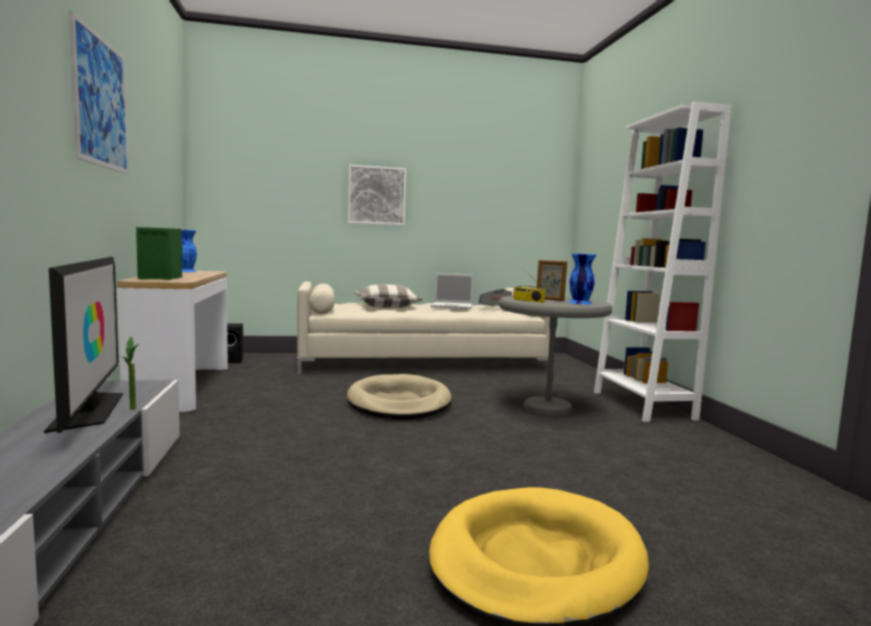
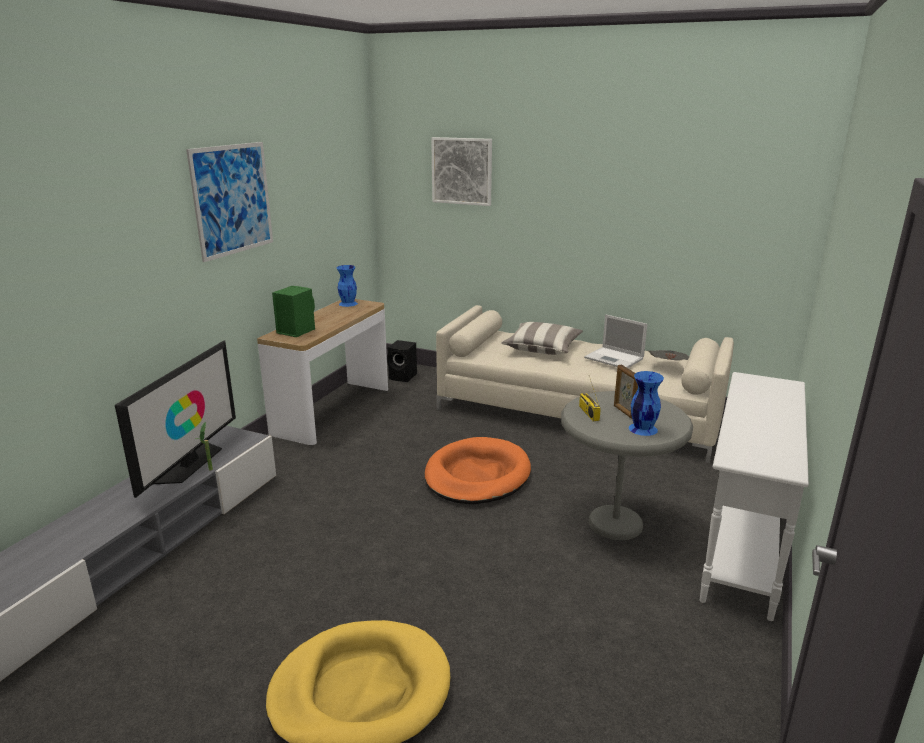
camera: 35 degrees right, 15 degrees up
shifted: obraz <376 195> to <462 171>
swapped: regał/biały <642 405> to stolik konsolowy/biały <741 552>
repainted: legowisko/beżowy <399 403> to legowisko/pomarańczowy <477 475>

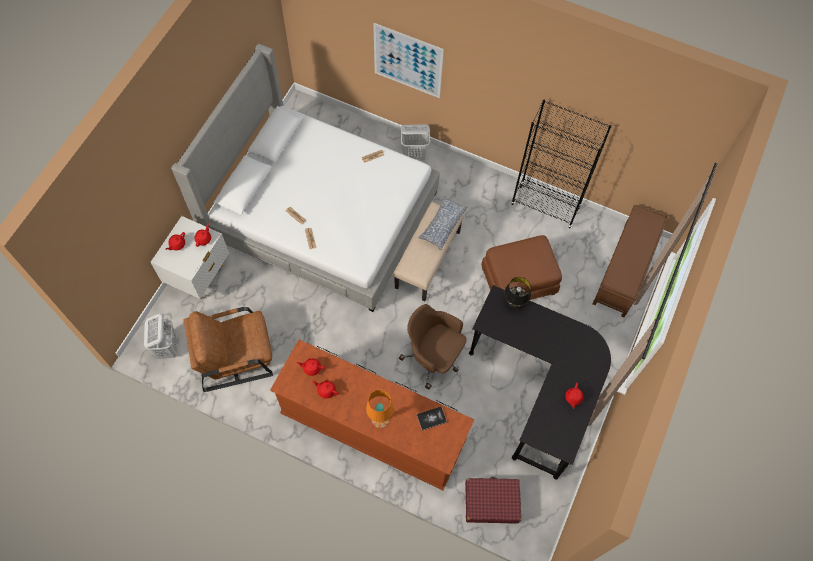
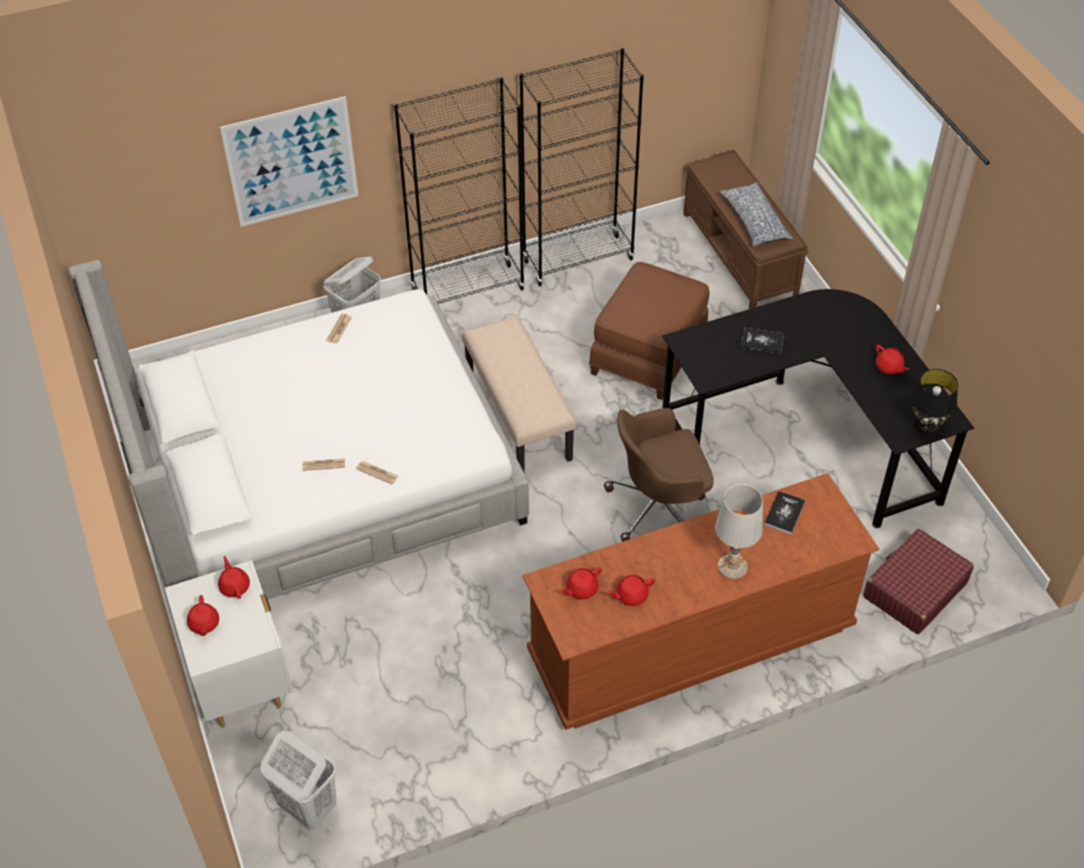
camera: 45 degrees left, 15 degrees down
gone: fotel/brązowy <235 355>
new: regał/czarny <468 290>; książka <762 341>
shifted: poduszka <442 225> to <754 222>; lampa stołowa/czarny <514 303> to <925 427>
repainted: lampa stołowa/pomarańczowy <380 419> to lampa stołowa/biały <732 567>

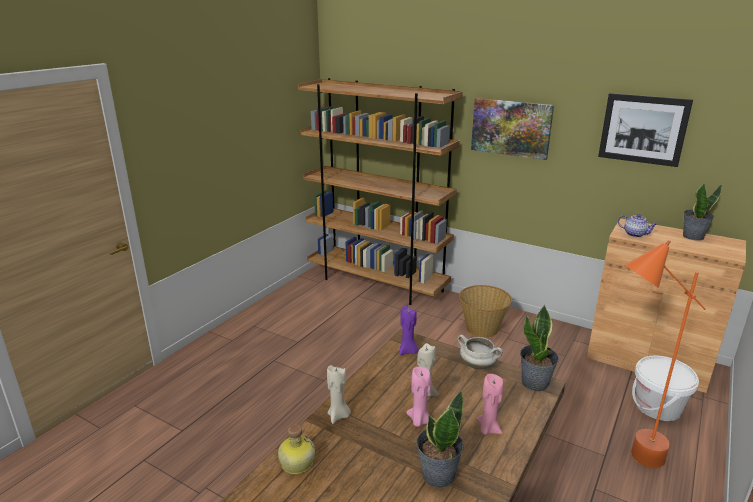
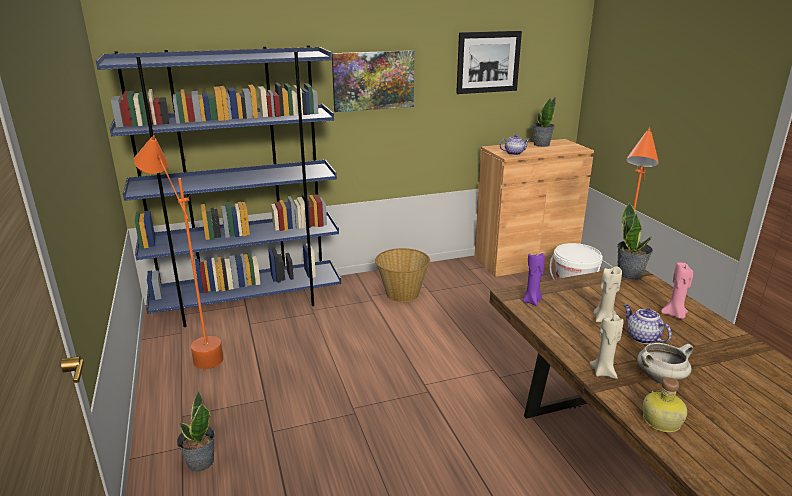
camera: 50 degrees left, 0 degrees up
new: lampa stojąca/pomarańczowy <196 350>
shifted: garnek/biały <478 365> to <660 378>; roślina doniczkowa <437 475> to <200 462>
swapped: świeca/różowy <419 420> to imbryk <642 337>
repainted: regał/brązowy <377 283> to regał/niebieski <249 303>

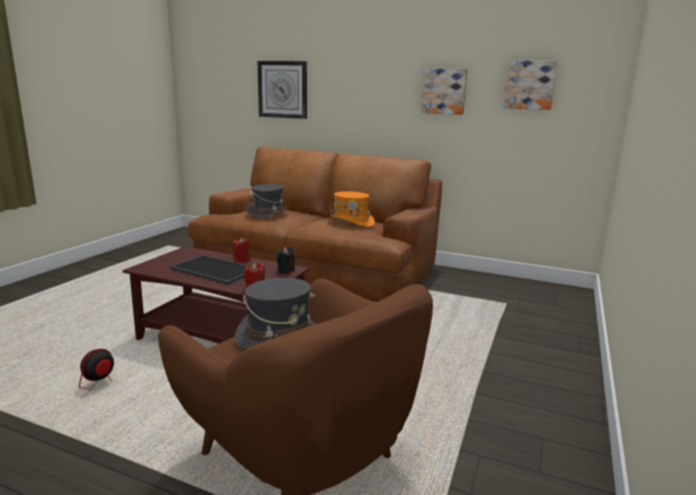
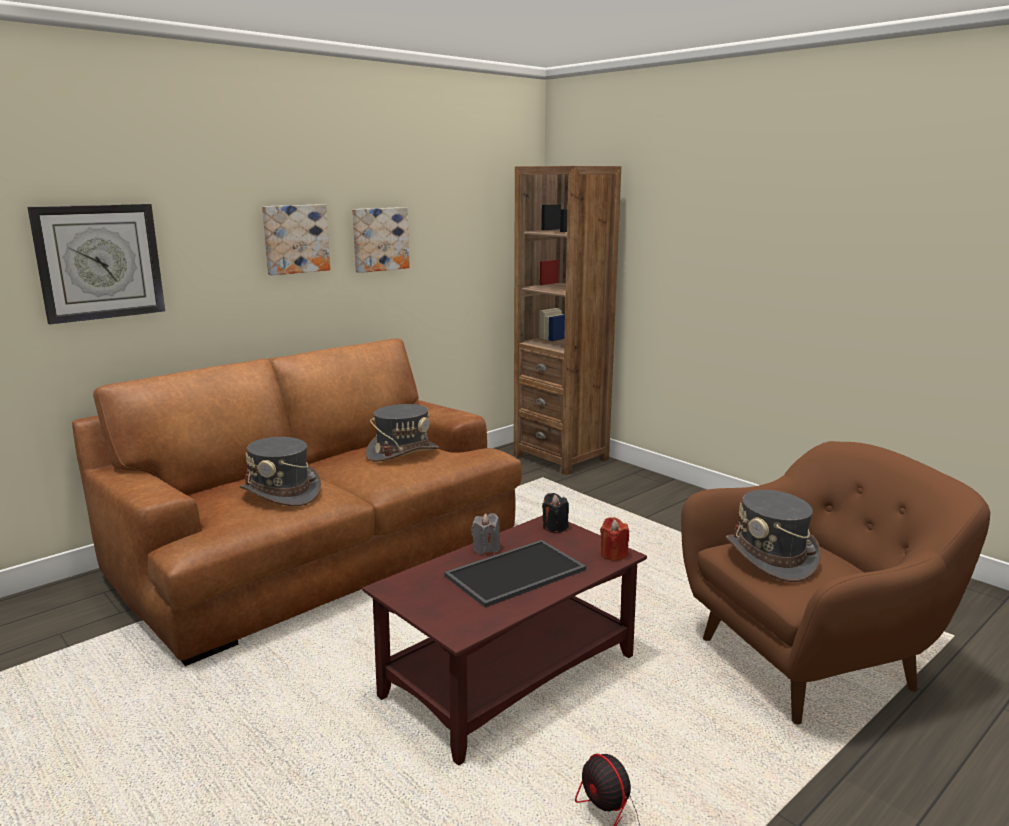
camera: 65 degrees left, 0 degrees up
new: regał/brązowy <561 457>
shifted: obraz <530 85> to <295 239>
repainted: kapelusz/pomarańczowy <351 223> to kapelusz/szary <402 452>; świeca/czerwony <242 260> to świeca/szary <486 549>

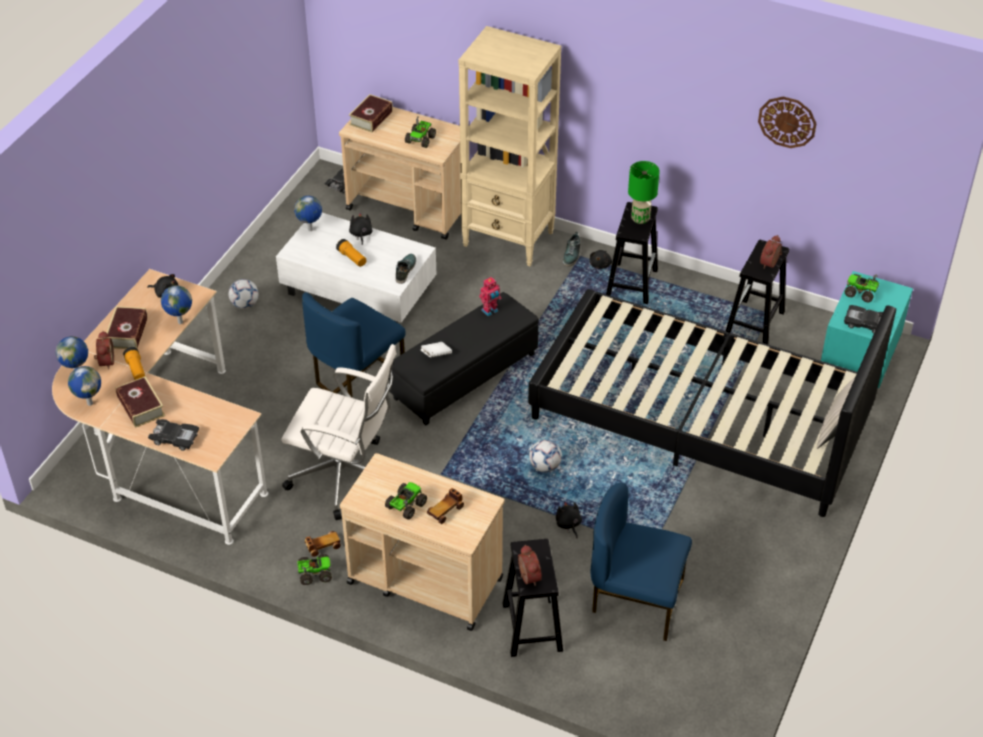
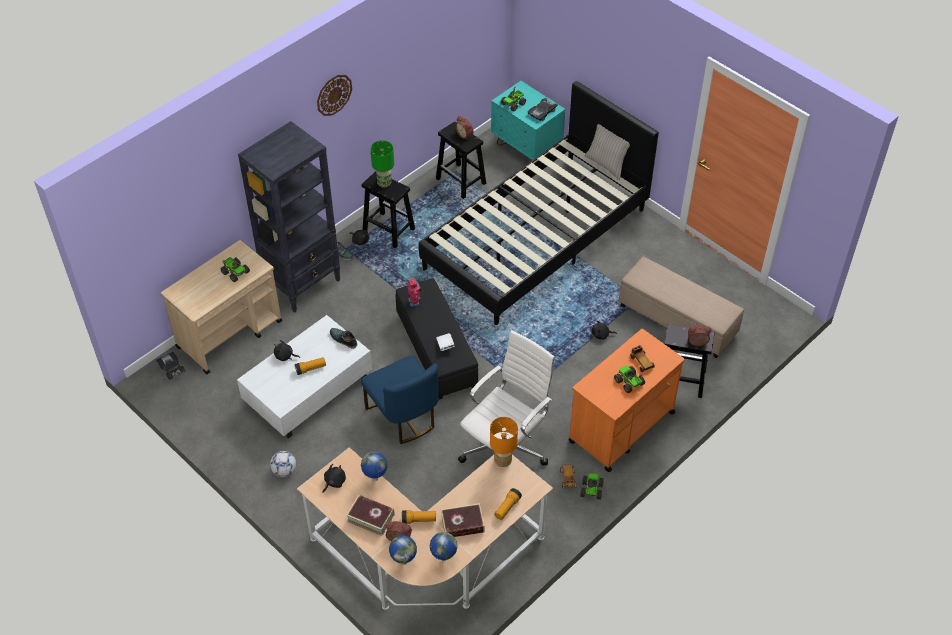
camera: 70 degrees left, 5 degrees up
gone: książka <371 118>; globus <310 230>; piłka futbolowa <545 466>
new: lampa stołowa/pomarańczowy <502 461>
shifted: zegar ścienny <787 121> to <334 94>
swapped: samochodzik/czarny <175 438> to latarka <507 507>; krzesło/niebieski <636 600> to pufa/beżowy <677 320>
repainted: regał/beżowy <509 239> to regał/czarny <303 283>; wózek/beżowy <424 580> to wózek/pomarańczowy <621 427>

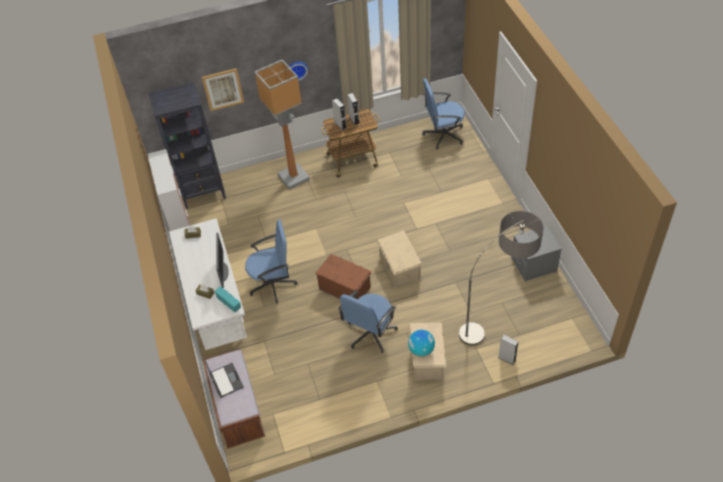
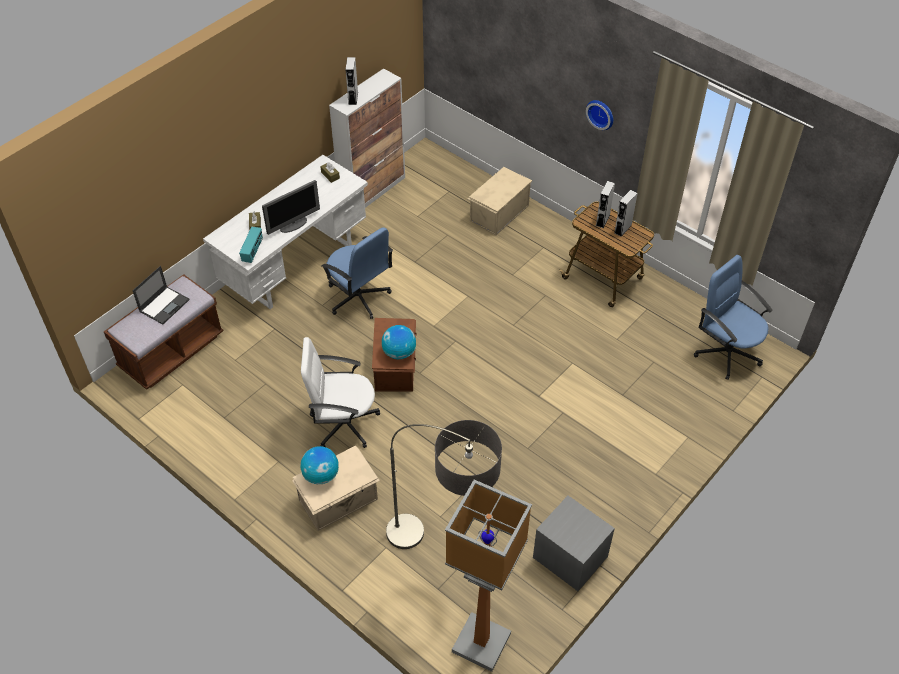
camera: 55 degrees right, 0 degrees up
gone: obraz <223 89>; regał/czarny <203 193>
new: globus <399 353>
shifted: lampa stojąca <293 178> to <480 643>; pojemnik do przechowywania/beżowy <399 268> to <498 213>; głośnik/szary <506 358> to <353 98>
repainted: krzesło biurowe/niebieski <370 333> to krzesło biurowe/biały <343 423>

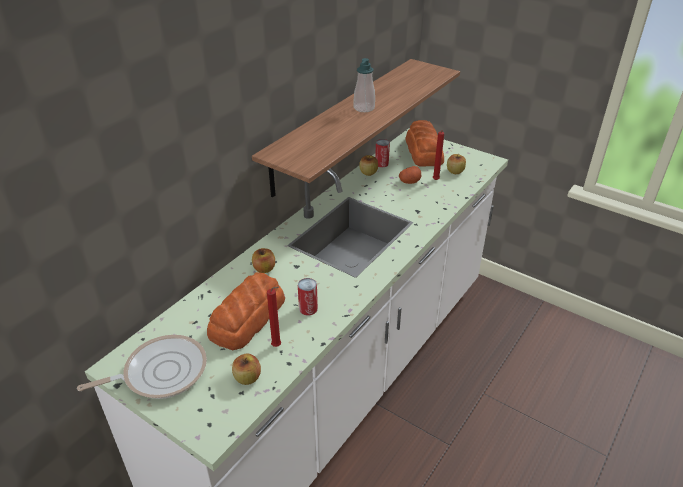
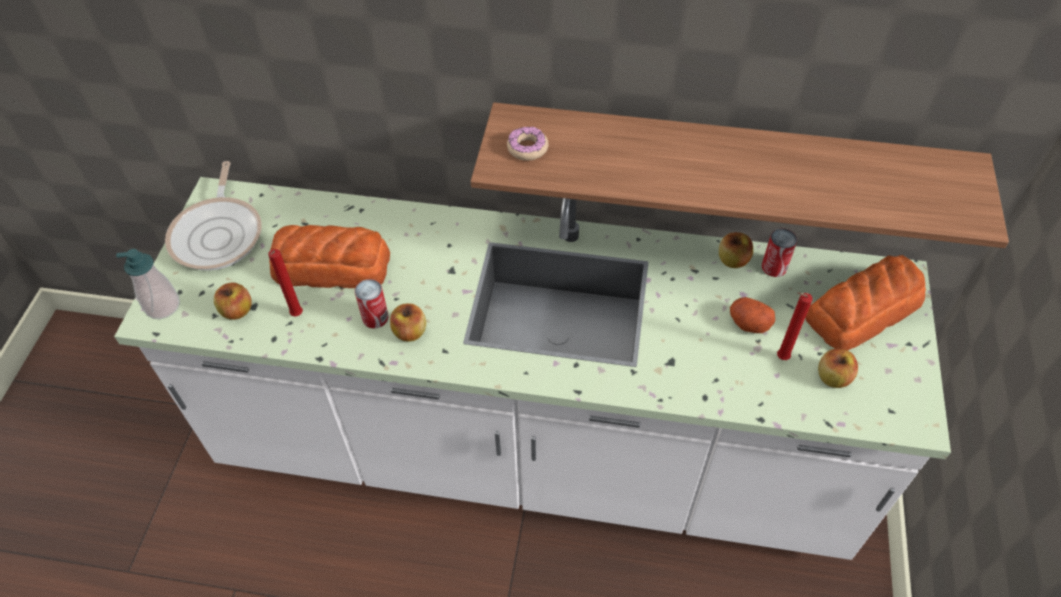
camera: 65 degrees right, 15 degrees up
new: donut <527 148>
shifted: dozownik mydła <364 108> to <162 306>; jabłko <264 269> to <410 332>
rotated: patelnia <160 372> = <219 234> 45 degrees clockwise

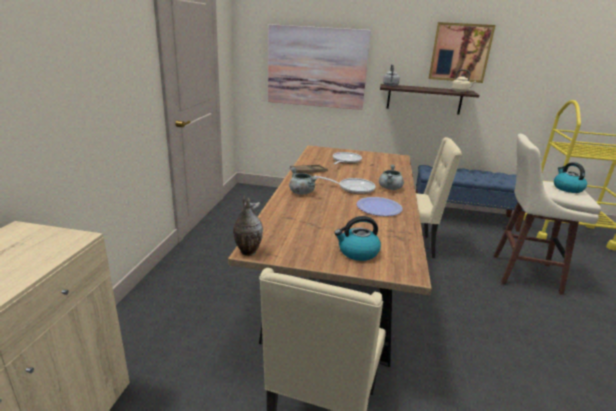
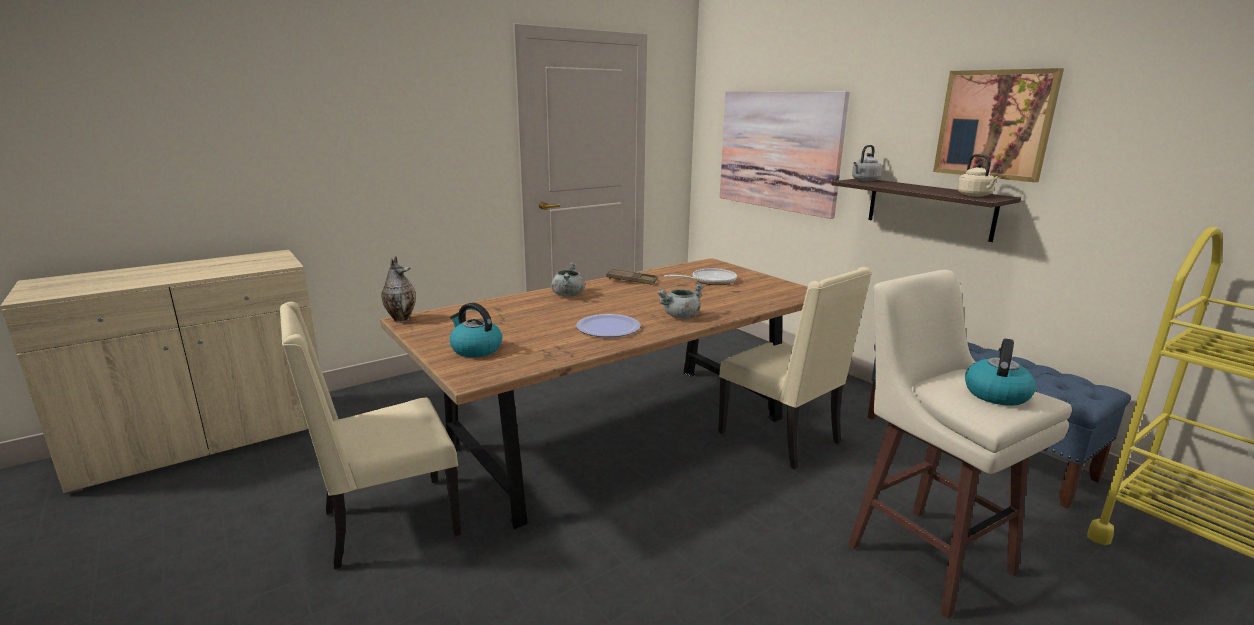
camera: 45 degrees right, 5 degrees down
gone: patelnia <353 188>

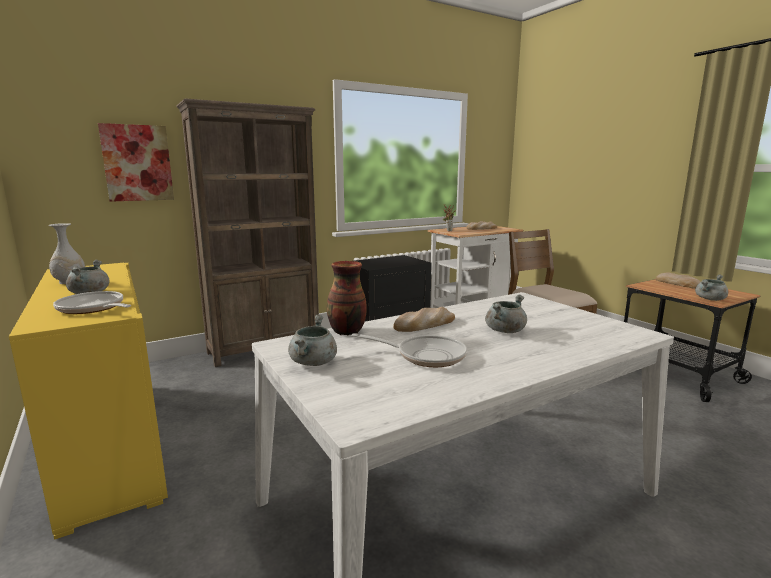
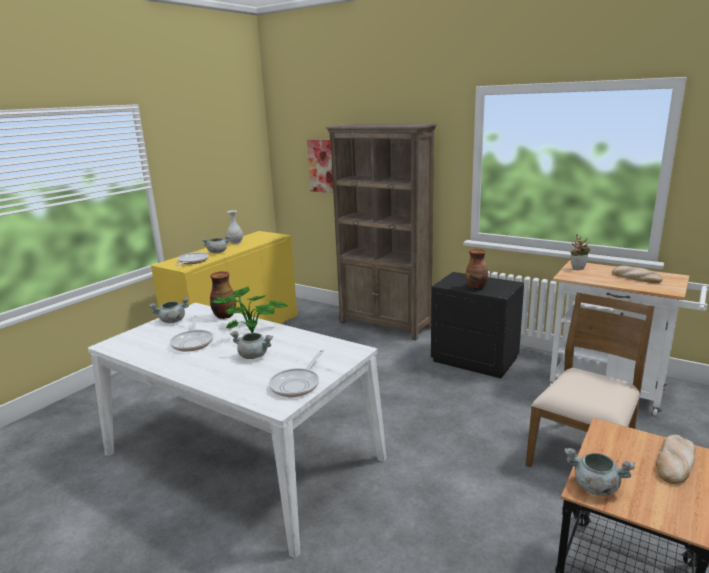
camera: 65 degrees right, 5 degrees up
new: wazon <476 287>; patelnia <297 384>
swapped: chleb <424 324> to roślina doniczkowa <252 331>

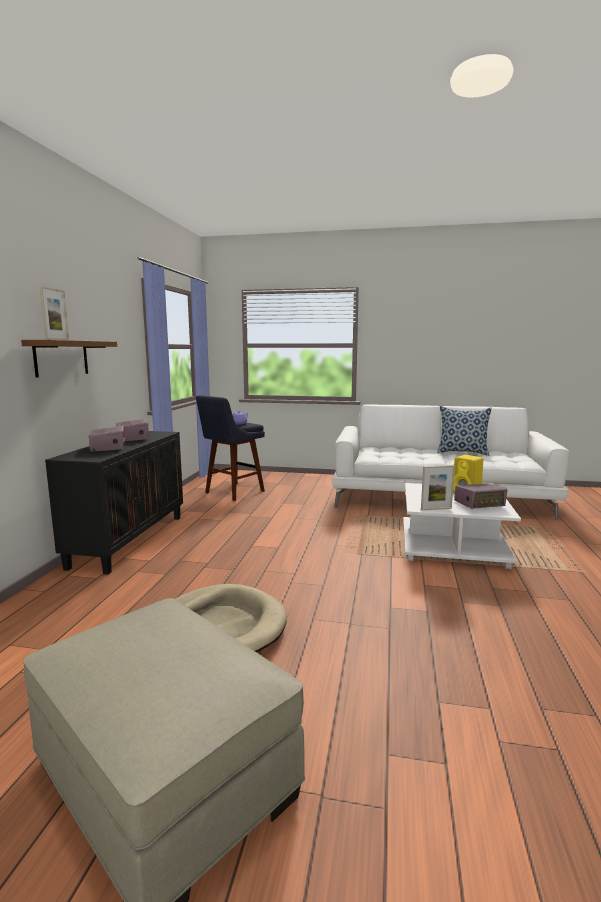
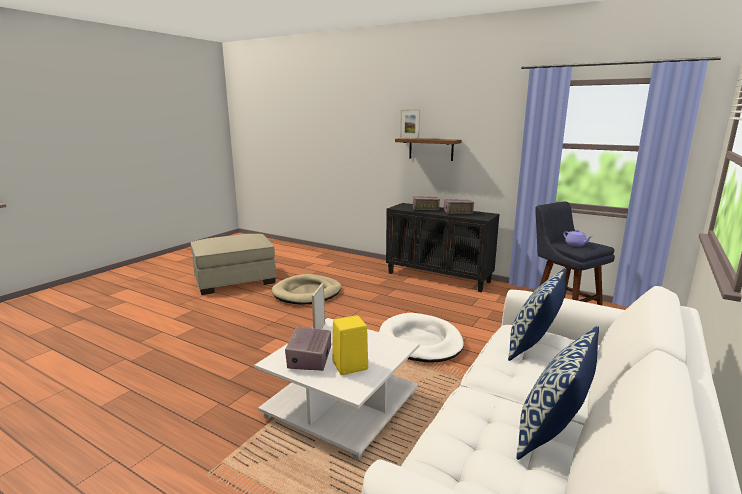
camera: 110 degrees right, 5 degrees up
new: poduszka <533 347>; legowisko/biały <420 341>

